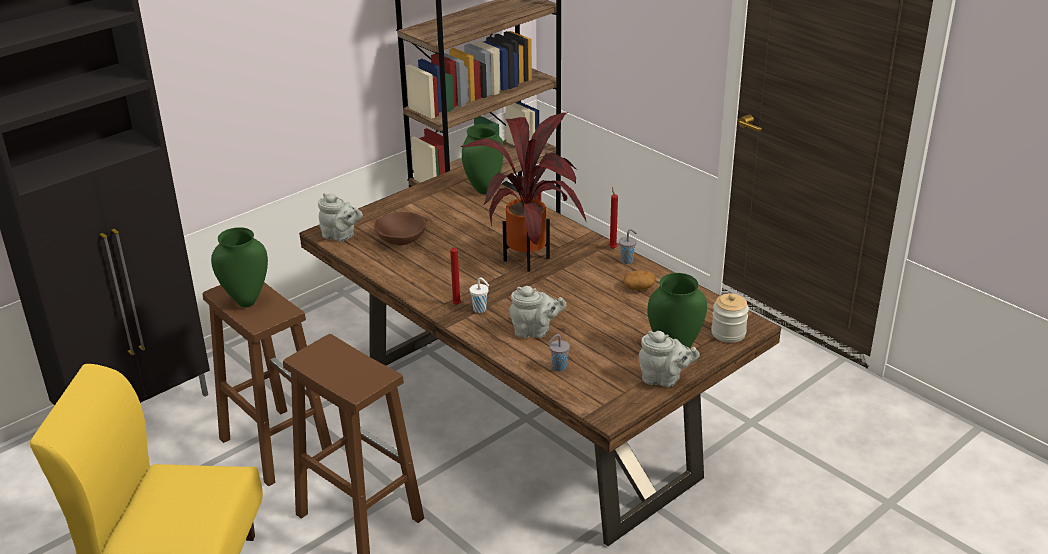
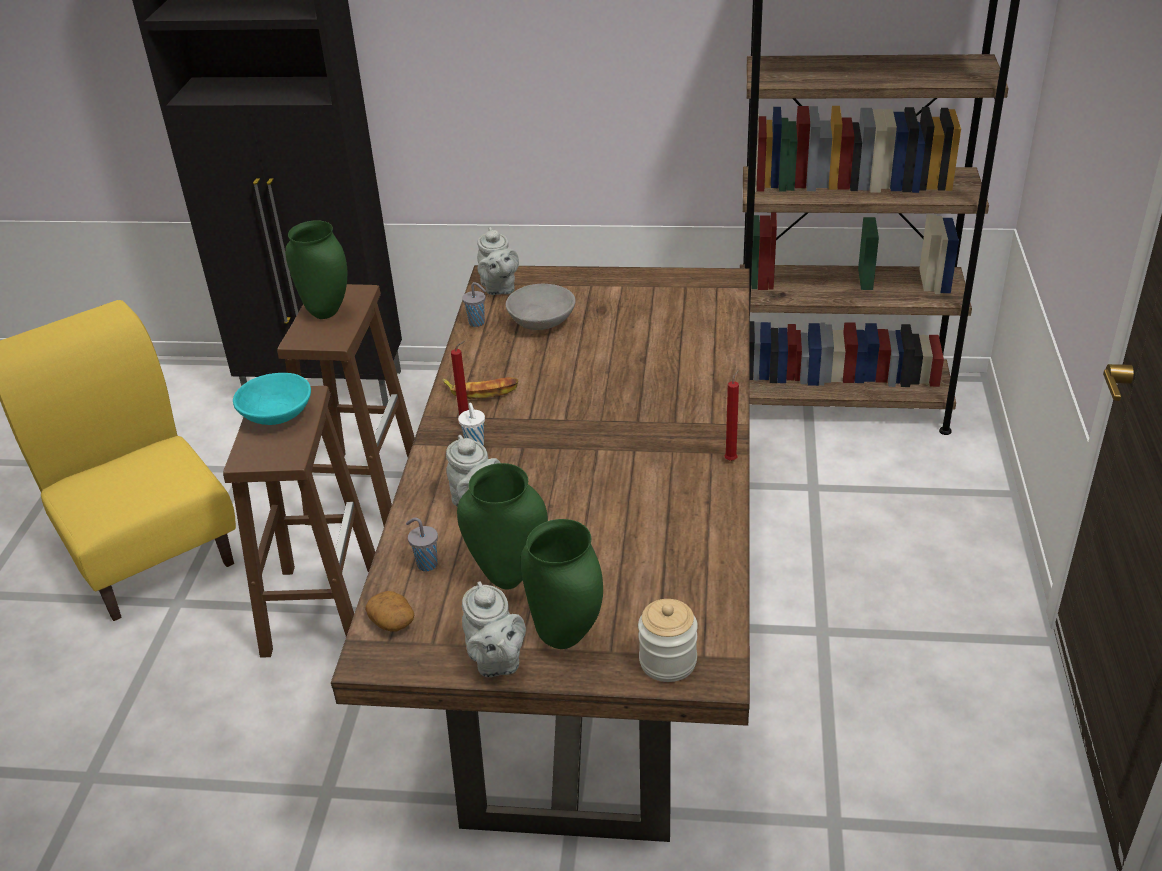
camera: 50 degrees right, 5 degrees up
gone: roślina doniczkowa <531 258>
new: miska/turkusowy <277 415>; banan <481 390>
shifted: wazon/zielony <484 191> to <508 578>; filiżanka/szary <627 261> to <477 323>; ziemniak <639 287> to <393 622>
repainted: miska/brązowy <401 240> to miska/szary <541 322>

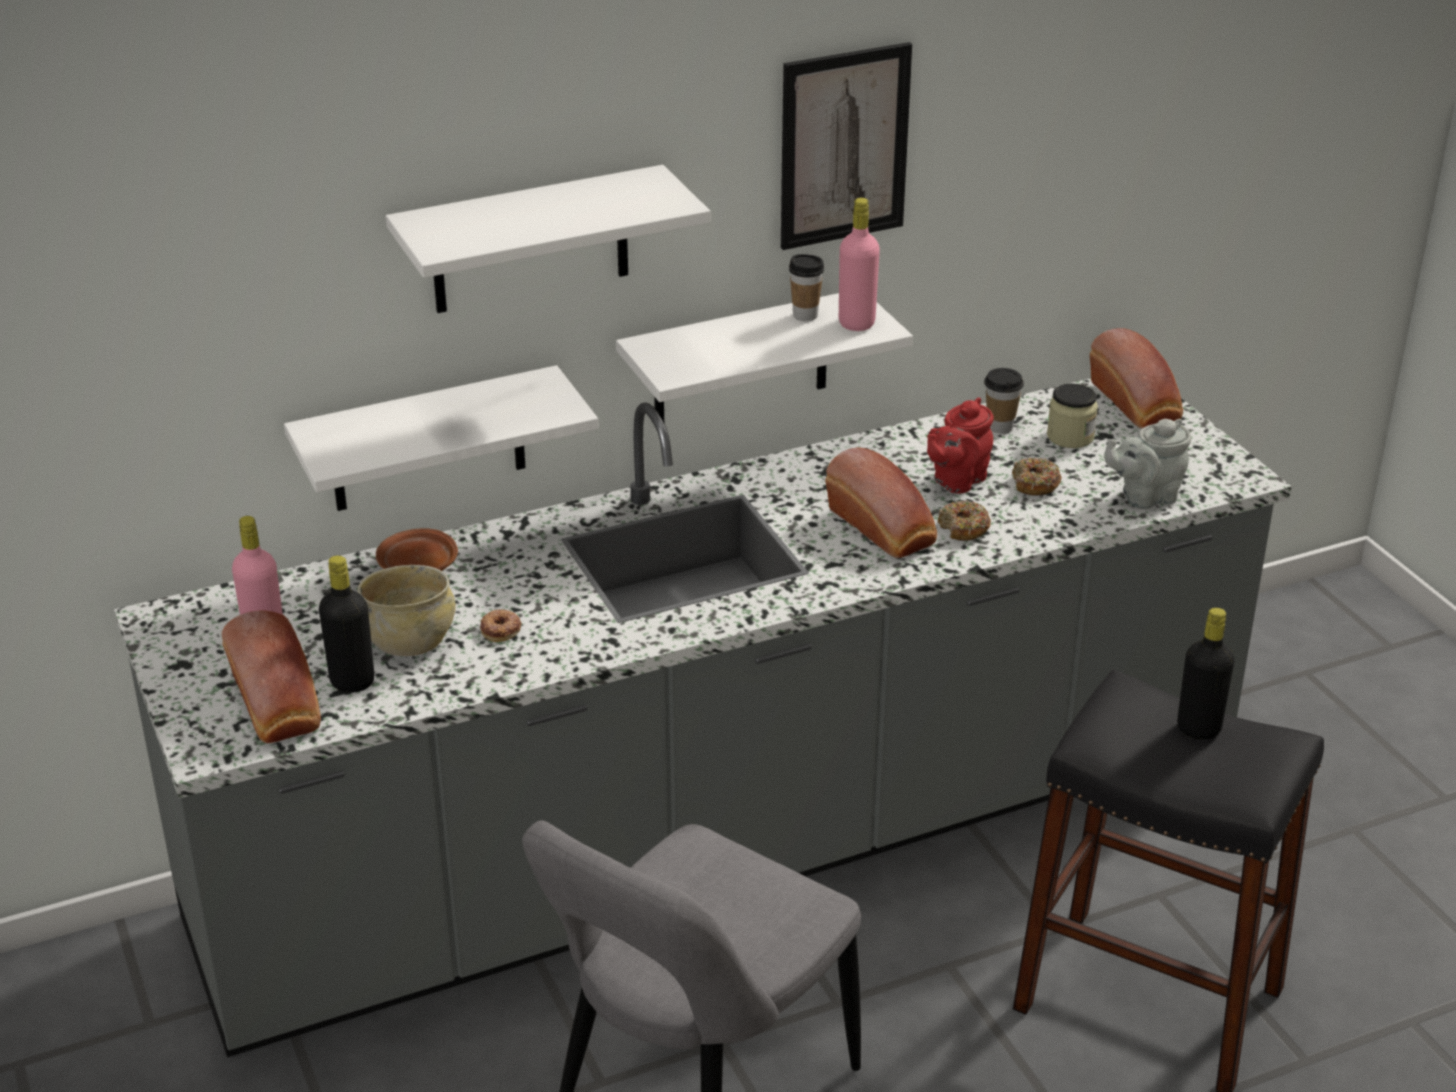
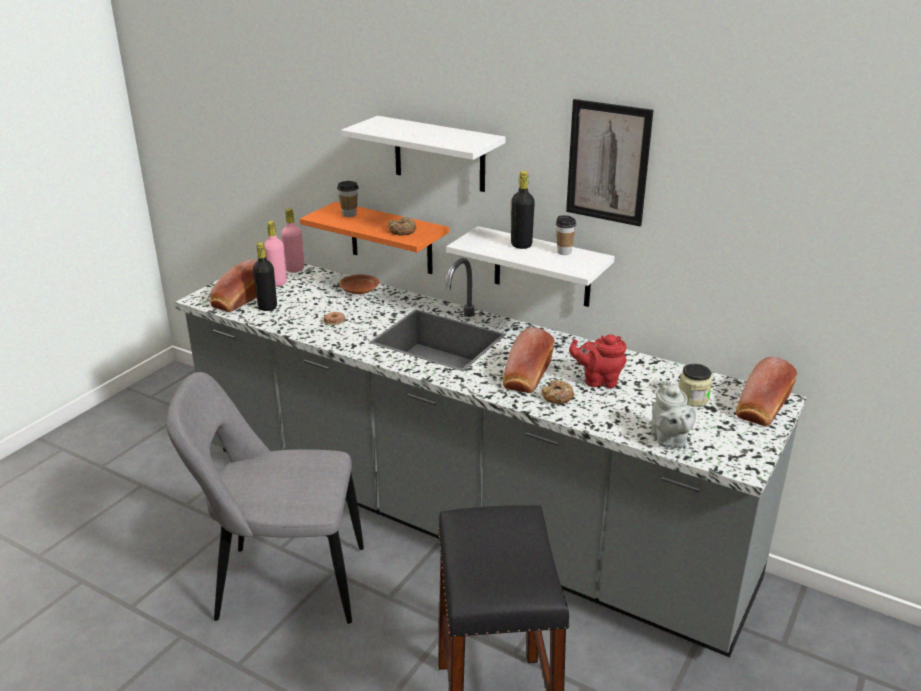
camera: 55 degrees right, 5 degrees down
gone: miska/beżowy <410 640>
shifted: butelka/różowy <856 323> to <295 269>; filiżanka <1000 427> to <349 214>; donut <1035 484> to <402 231>; butelka/czarny <1198 729> to <521 245>
repainted: półka/biały <427 440> to półka/pomarańczowy <391 238>
rotated: imbryk/szary <1144 496> = <669 440> 135 degrees counterclockwise

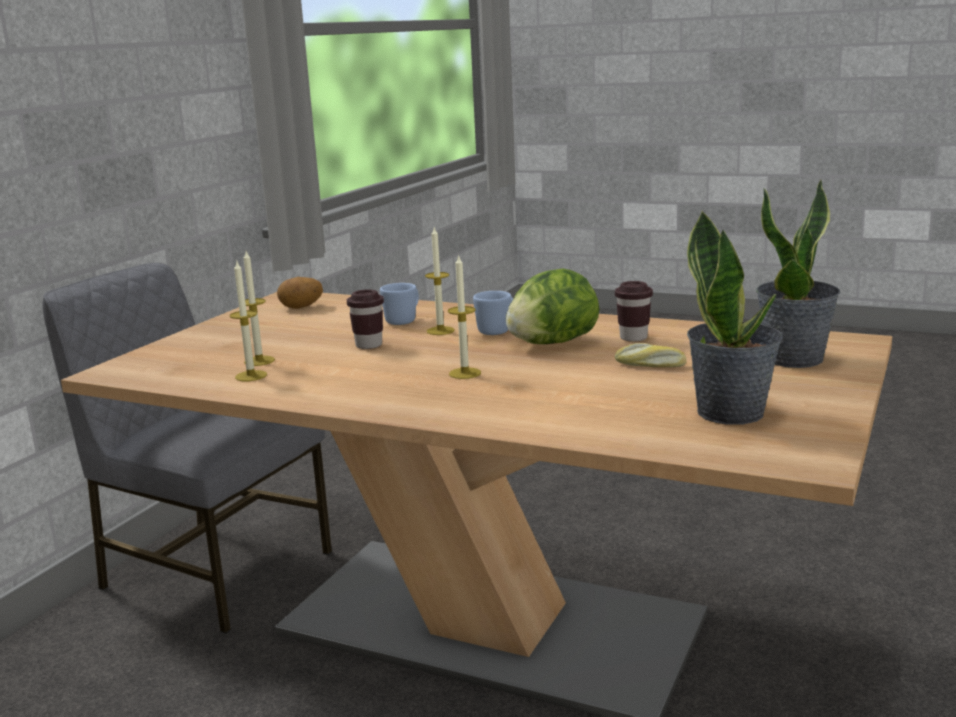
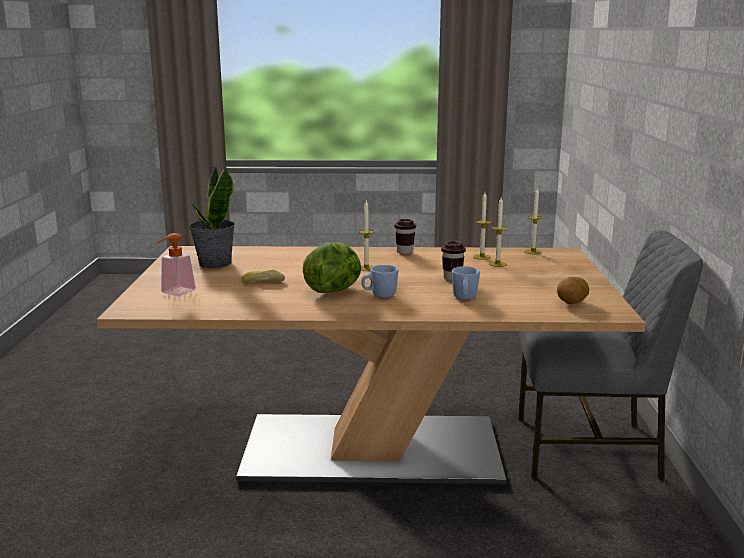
camera: 155 degrees right, 0 degrees up
shifted: świeca <440 331> to <533 252>; filiżanka/brązowy <633 338> to <404 252>
swapped: roślina doniczkowa <794 359> to dozownik mydła <174 293>

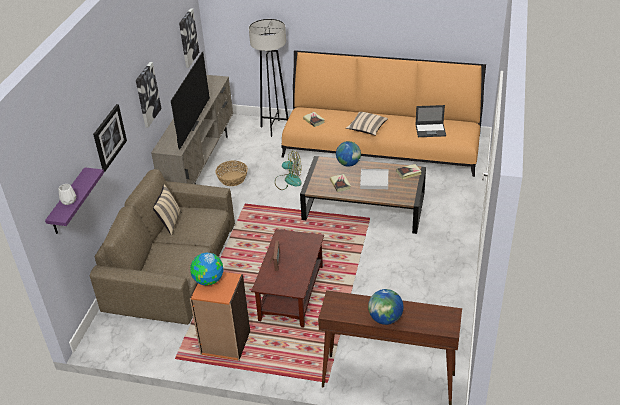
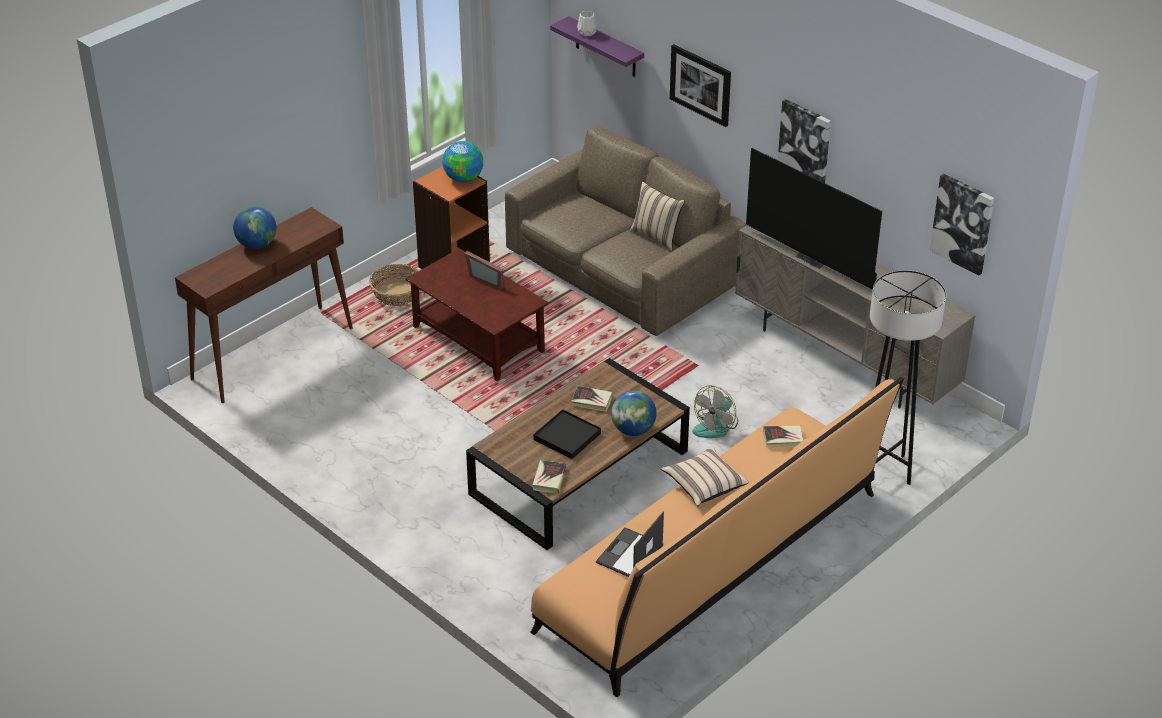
camera: 120 degrees right, 0 degrees up
shifted: koszyk <232 179> to <397 294>
repainted: taca/biały <374 180> to taca/czarny <567 436>

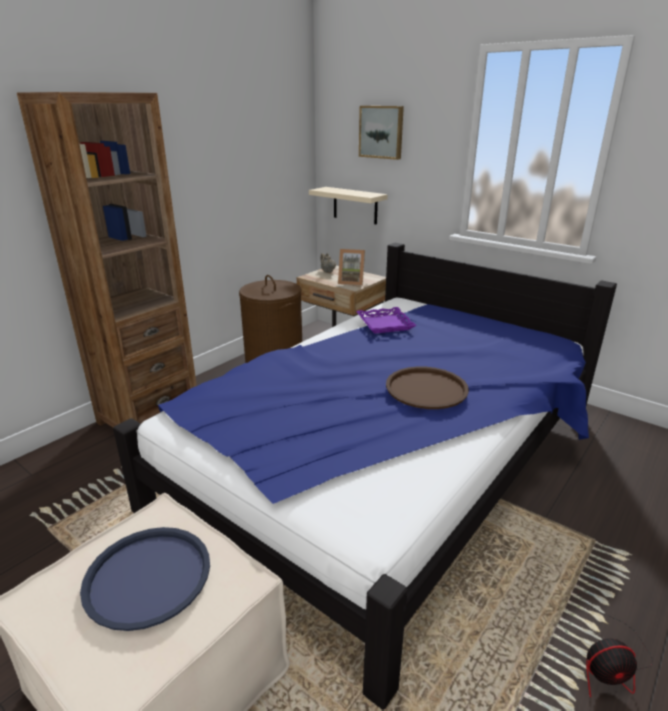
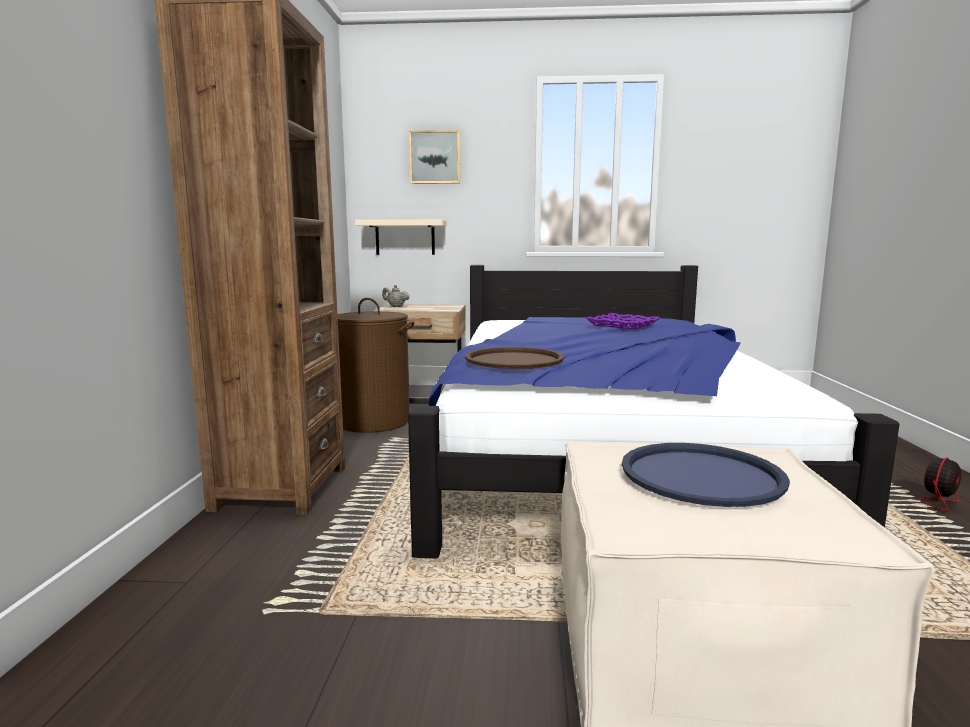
camera: 35 degrees left, 15 degrees down
gone: ramka na zdjęcie <351 282>
shifted: taca/fioletowy <385 324> to <623 325>; taca/brązowy <426 388> to <514 360>

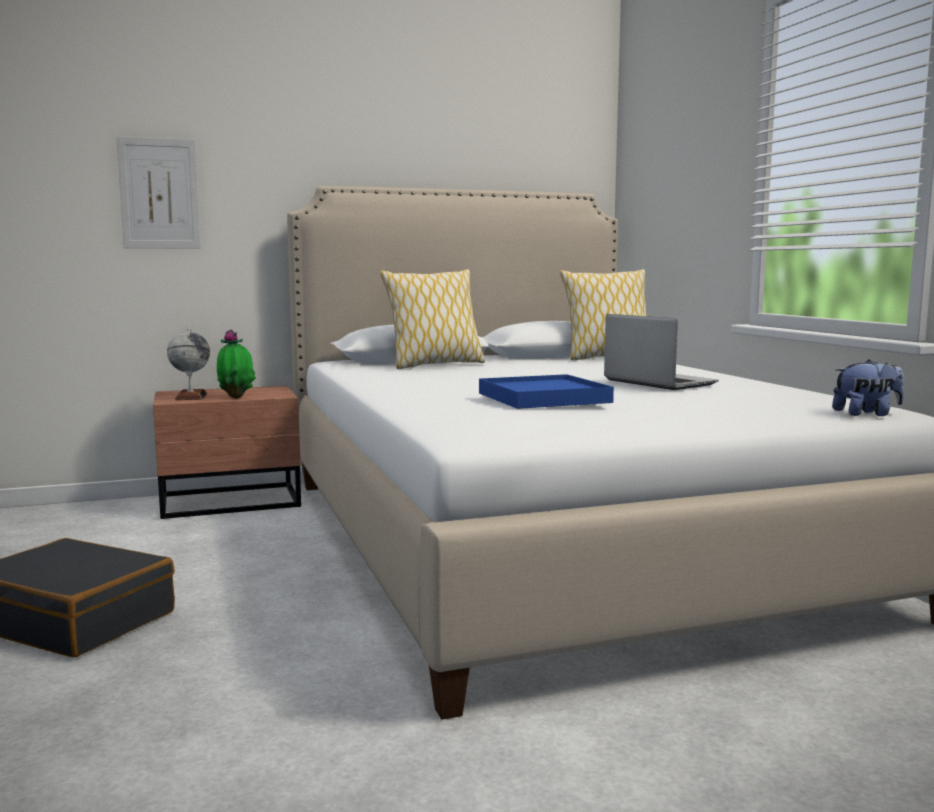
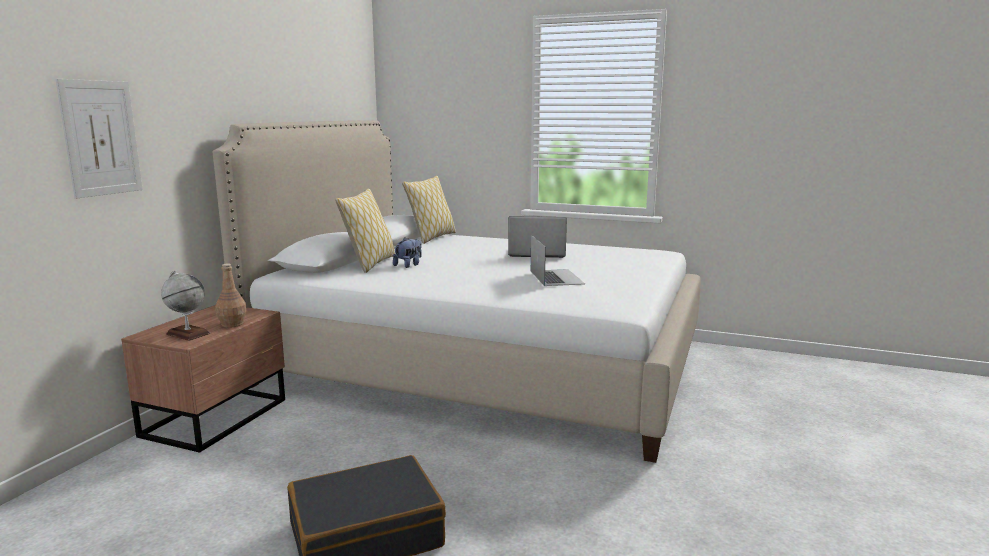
camera: 50 degrees left, 5 degrees up
shifted: pluszak <867 414> to <408 265>
swapped: roślina doniczkowa <236 397> to butelka/brązowy <232 324>; taca/niebieski <543 398> to laptop <556 277>

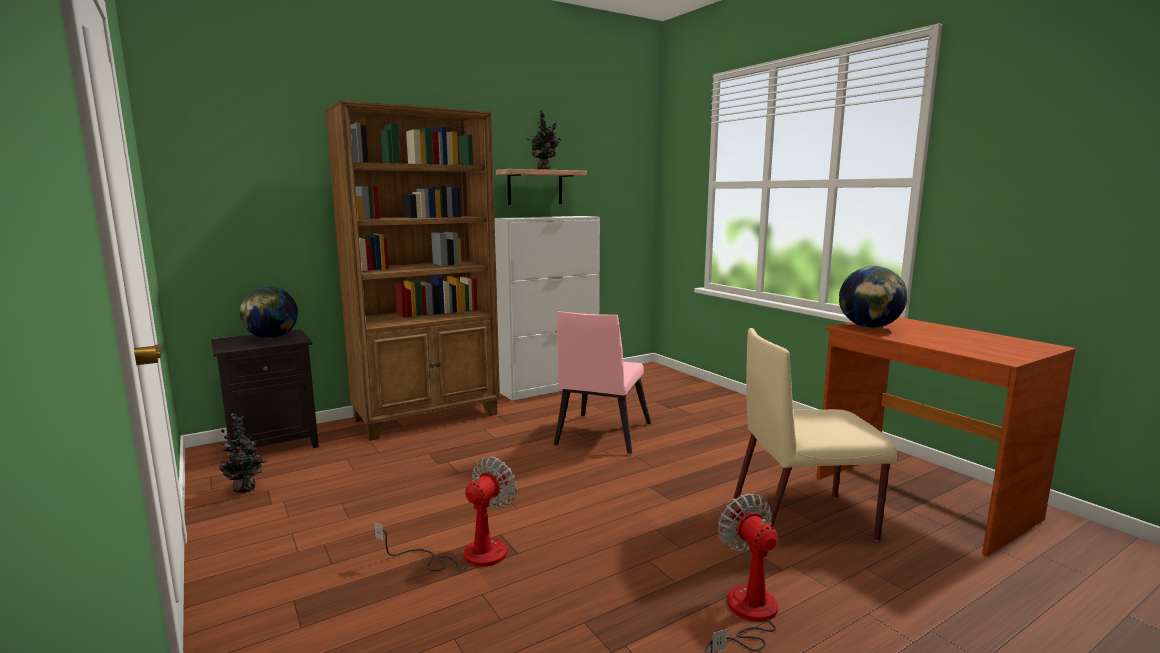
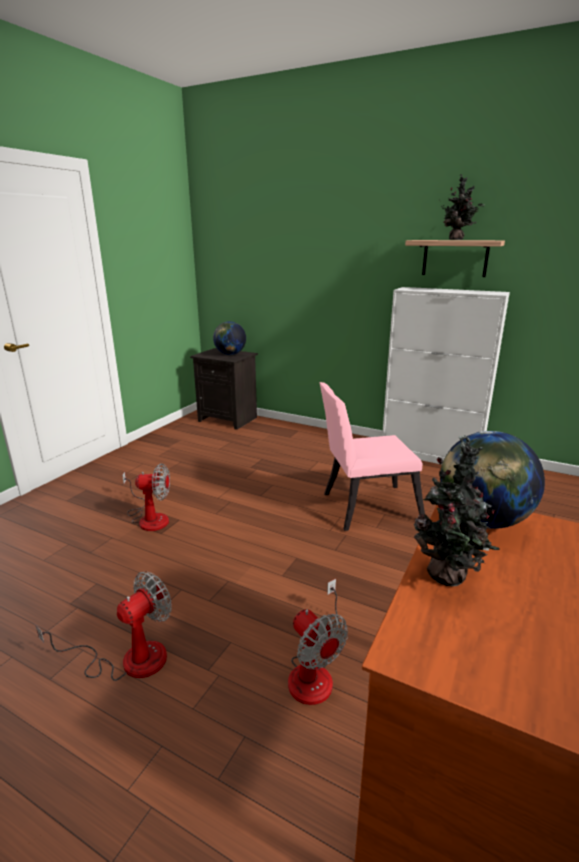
camera: 60 degrees right, 10 degrees up
gone: regał/brązowy <428 417>
shifted: roślina doniczkowa <247 489> to <449 578>
swapped: krzesło/beżowy <804 519> to wentylator <315 670>

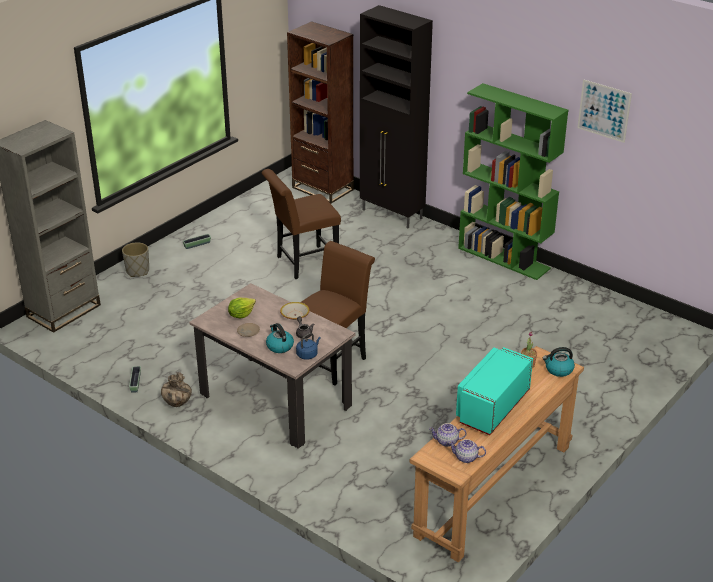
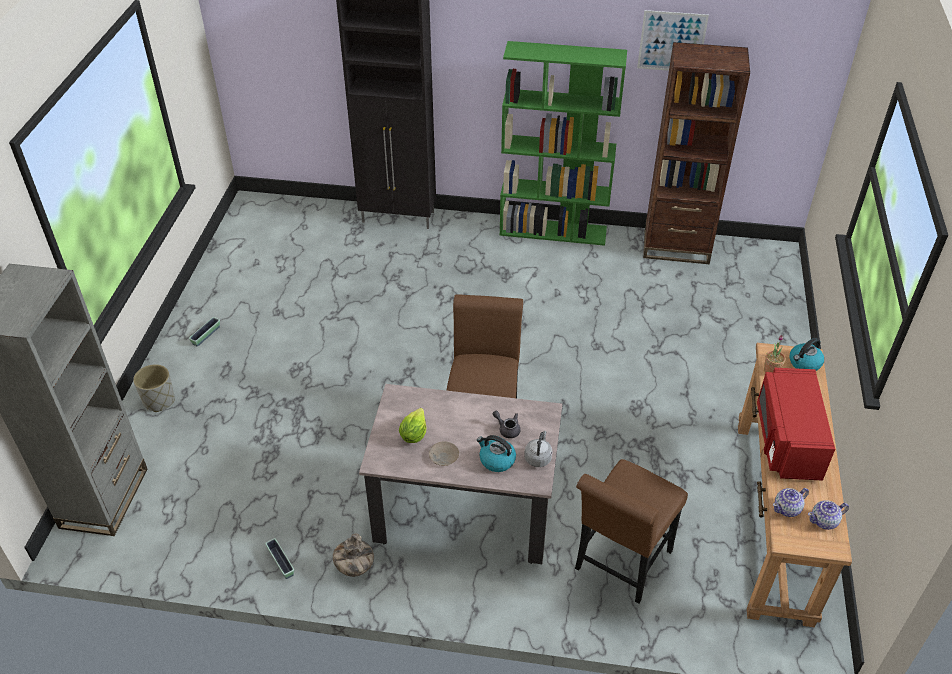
camera: 30 degrees left, 10 degrees up
gone: miska <295 315>
shifted: regał/brązowy <322 189> to <676 247>; krzesło/brązowy <303 263> to <620 565>
repainted: czajnik/niebieski <308 354> to czajnik/szary <538 457>; mikrofalówka/turkusowy <491 406> to mikrofalówka/czerwony <786 440>

